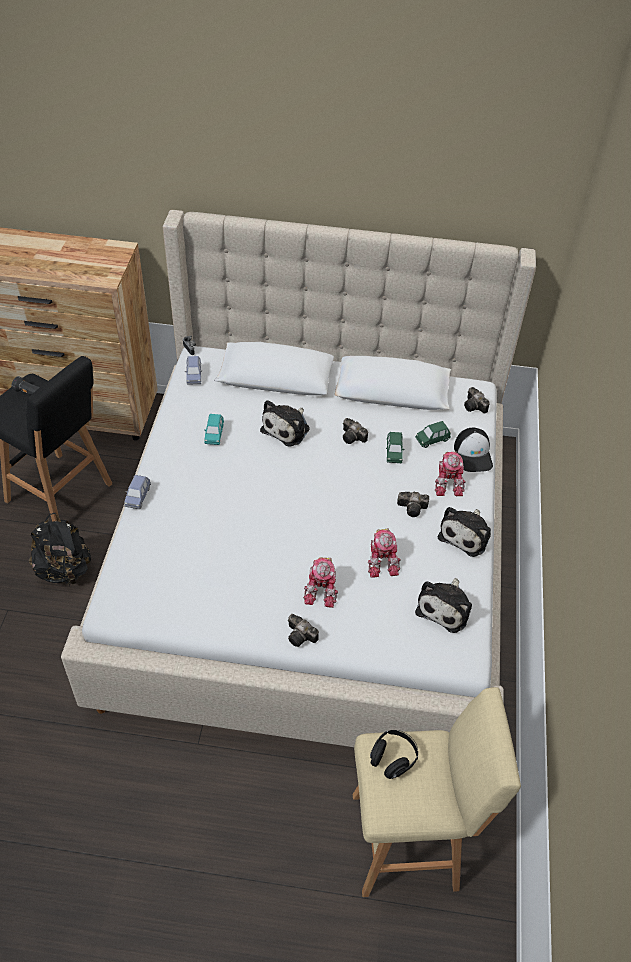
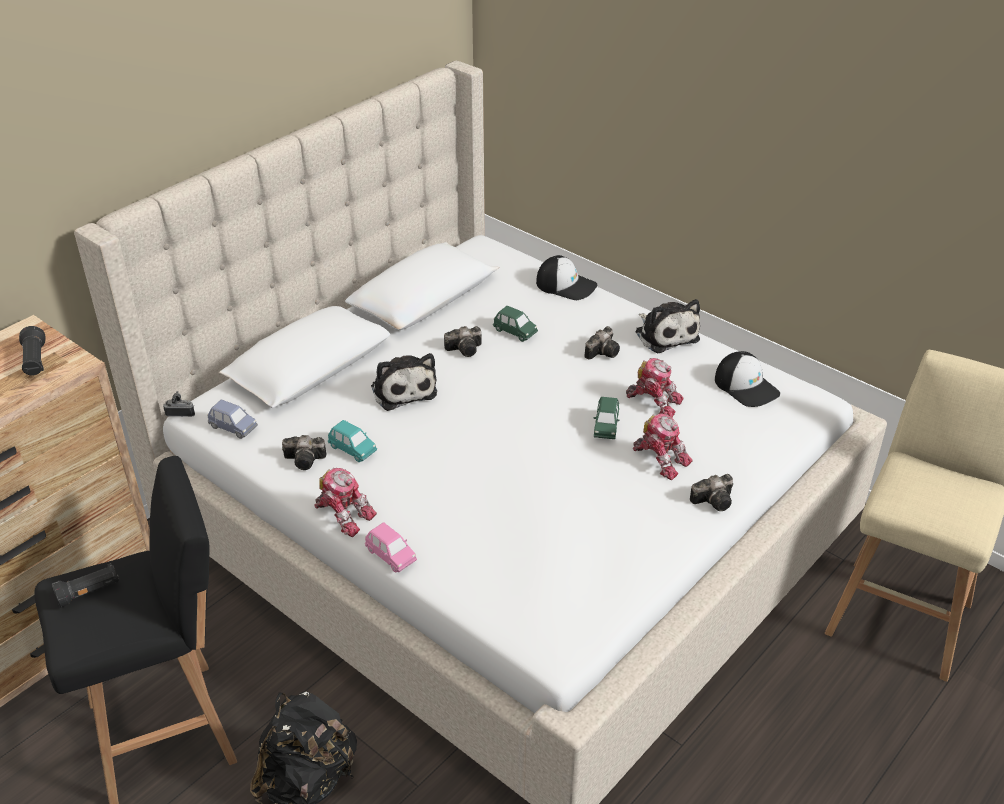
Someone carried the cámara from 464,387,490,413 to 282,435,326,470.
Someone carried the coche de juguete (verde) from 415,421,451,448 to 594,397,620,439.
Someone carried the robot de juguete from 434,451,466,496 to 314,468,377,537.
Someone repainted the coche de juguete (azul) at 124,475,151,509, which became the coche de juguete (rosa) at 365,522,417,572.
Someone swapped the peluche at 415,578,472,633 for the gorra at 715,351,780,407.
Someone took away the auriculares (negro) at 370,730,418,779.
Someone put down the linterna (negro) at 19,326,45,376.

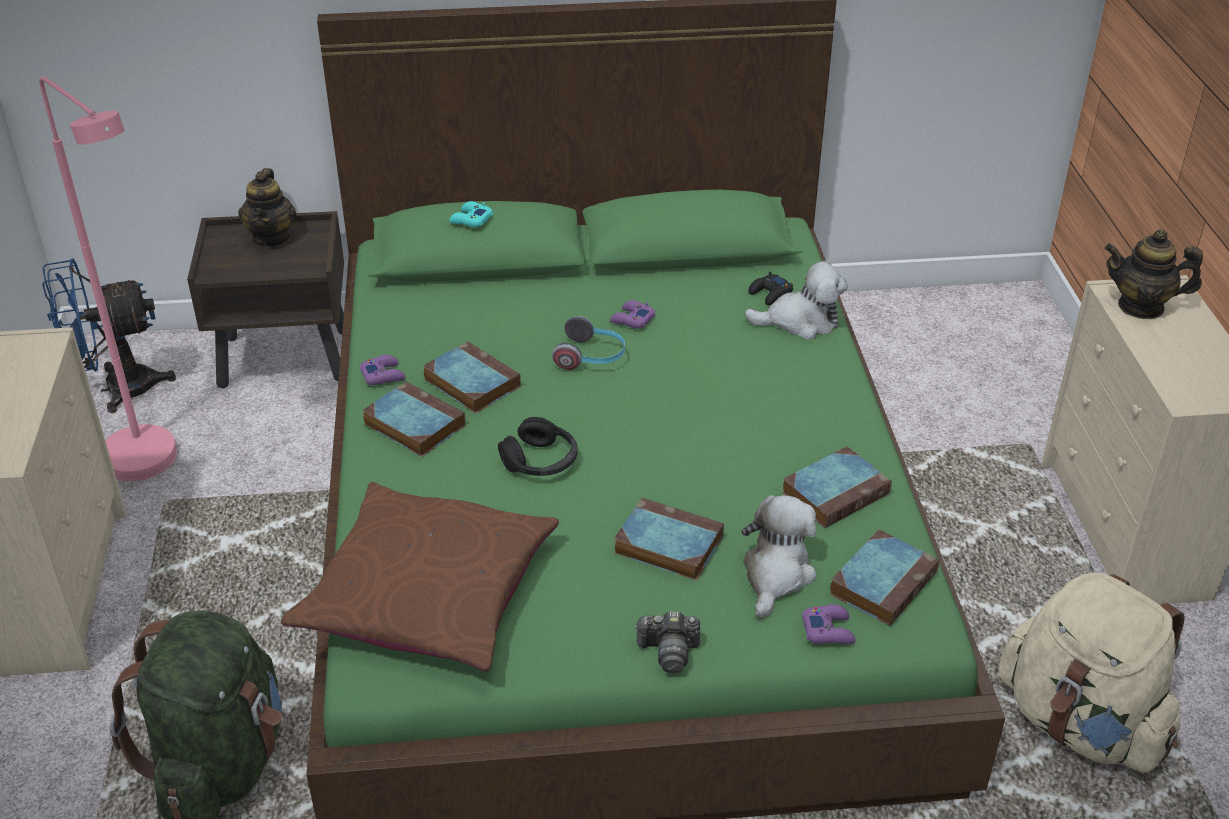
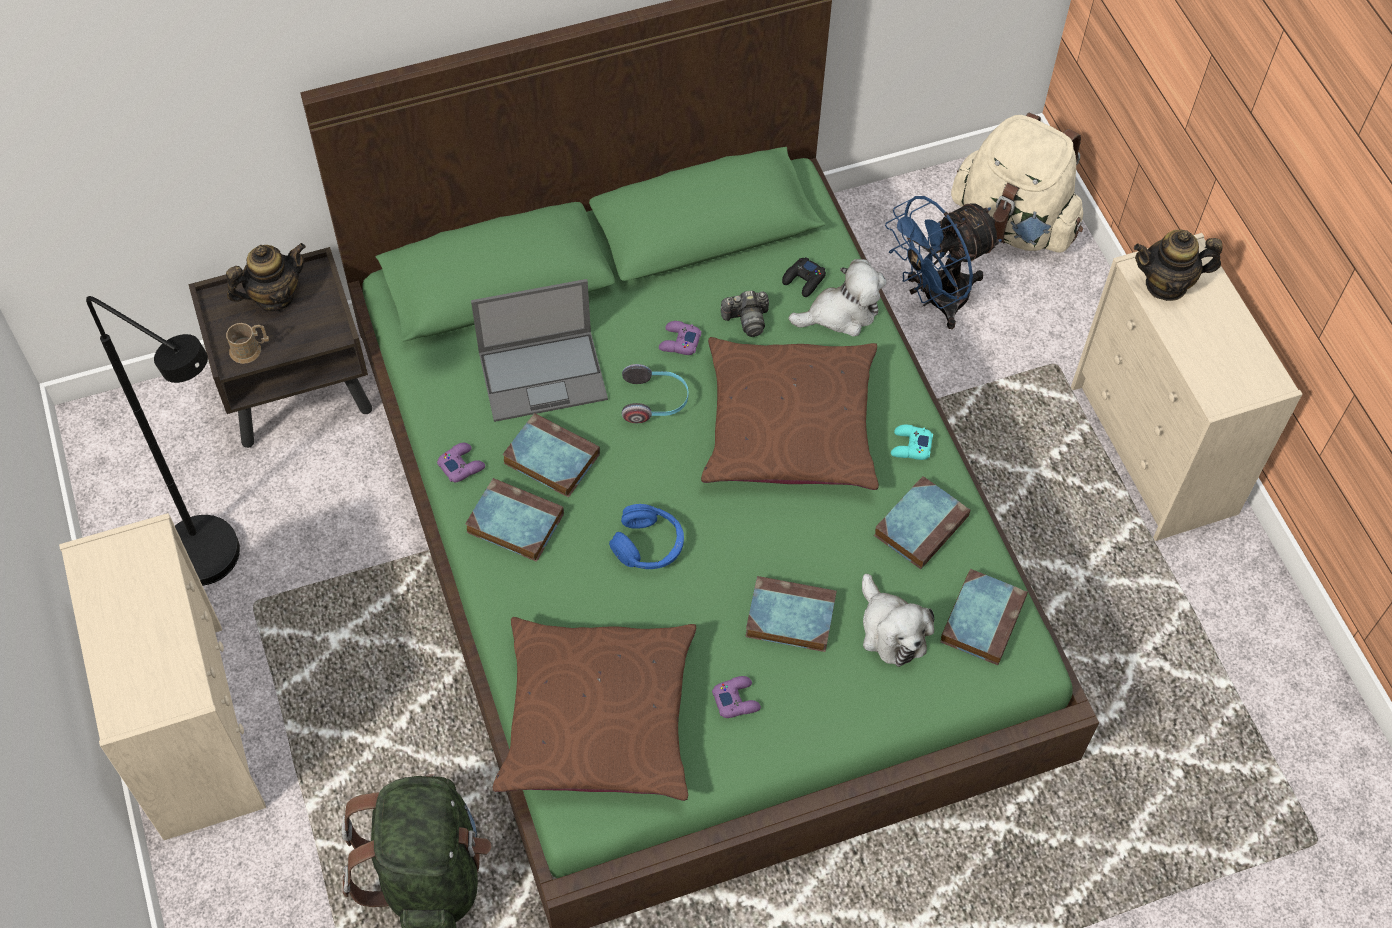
Someone repainted the lámpara de pie (rosa) at 39,77,177,481, which became the lámpara de pie (negro) at 86,296,240,586.
Someone rotated the tetera at 238,168,296,247 by 105 degrees counterclockwise.
Someone carried the mando de consola (turquesa) from 449,201,493,227 to 891,425,933,460.
Someone carried the ventilador (azul) from 42,258,176,413 to 885,196,1002,329.
Someone repainted the auriculares (negro) at 498,417,578,476, which became the auriculares (azul) at 609,504,684,569.
Someone rotated the peluche at 742,495,816,618 by 150 degrees clockwise.
Someone carried the mochila (beis) from 999,572,1185,773 to 951,113,1083,253.
Someone carried the mando de consola (morado) from 802,604,855,644 to 712,676,761,718.
Someone carried the cámara from 635,611,700,673 to 720,290,769,337.
Someone put down the portátil at 471,279,608,422.
Someone put down the taza grande (marrón) at 226,323,269,364.
Someone put down the cojín (marrón) at 701,337,879,490.

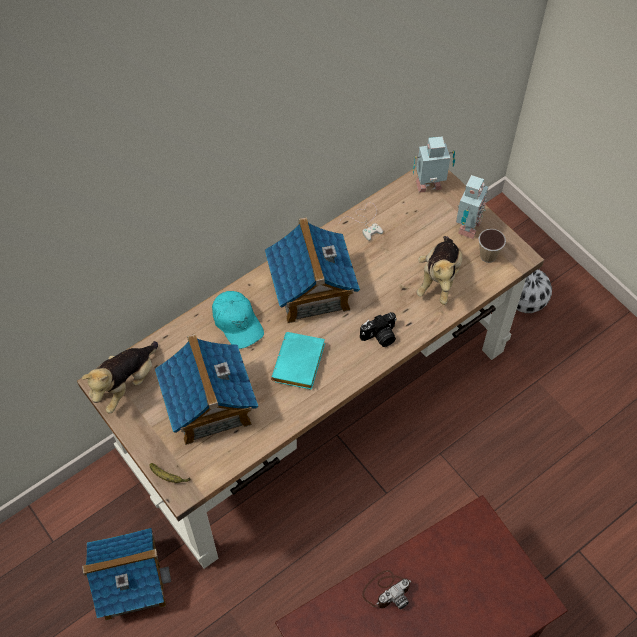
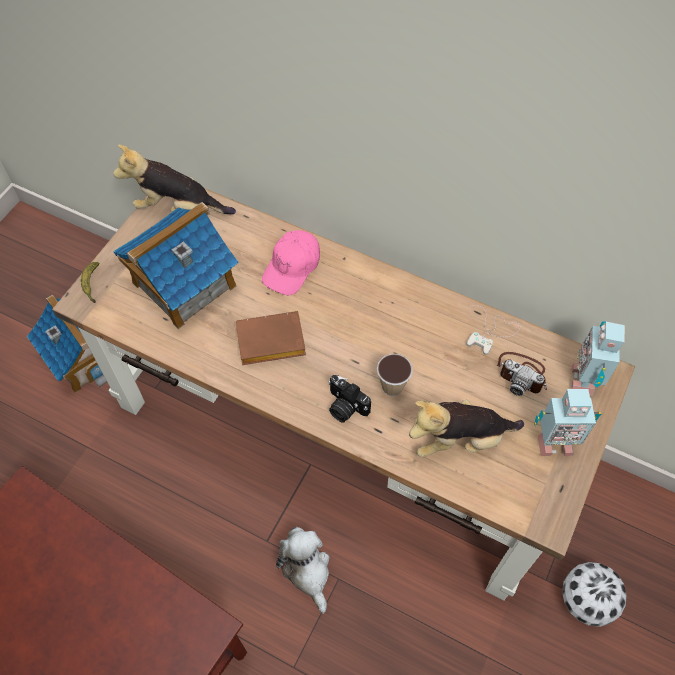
Someone rotated the robot de juguete at 413,136,455,192 by 135 degrees counterclockwise.
Someone took away the casita at 265,217,360,323.
Someone carried the taza from 478,229,506,263 to 377,354,413,396.
Someone repainted the gorra (turquesa) at 212,291,264,349, which became the gorra (rosa) at 262,230,320,295.
Someone repainted the libro (turquesa) at 271,332,325,390, which became the libro (marrón) at 236,311,306,365.
Someone carried the cámara from 362,570,412,610 to 497,352,547,396.
Someone put down the peluche at 276,527,330,614.

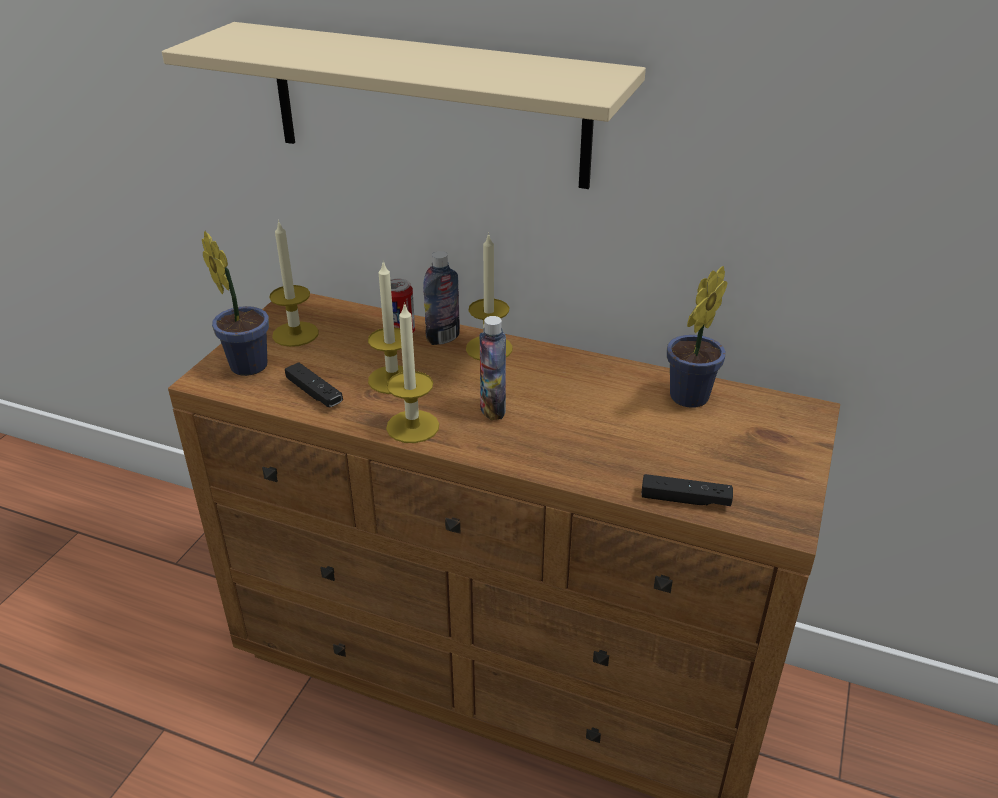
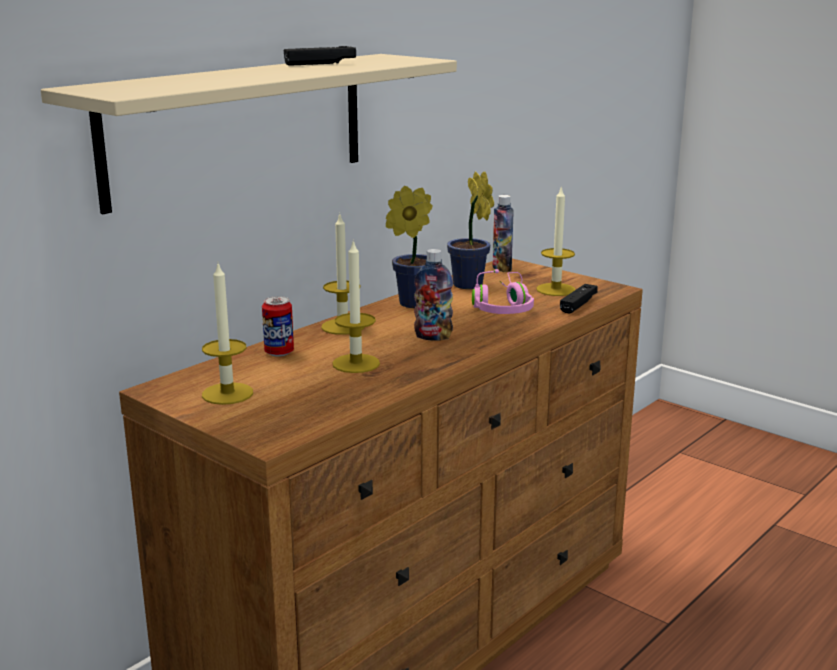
Someone carried the planta en maceta from 202,231,269,376 to 386,186,433,308.
Someone carried the botella from 423,251,460,345 to 492,195,514,272.
Someone carried the vela from 386,302,439,443 to 536,186,576,296.
Someone carried the mando de consola (negro) from 285,362,343,407 to 284,46,356,66.
Someone put down the auriculares (rosa) at 472,269,534,314.

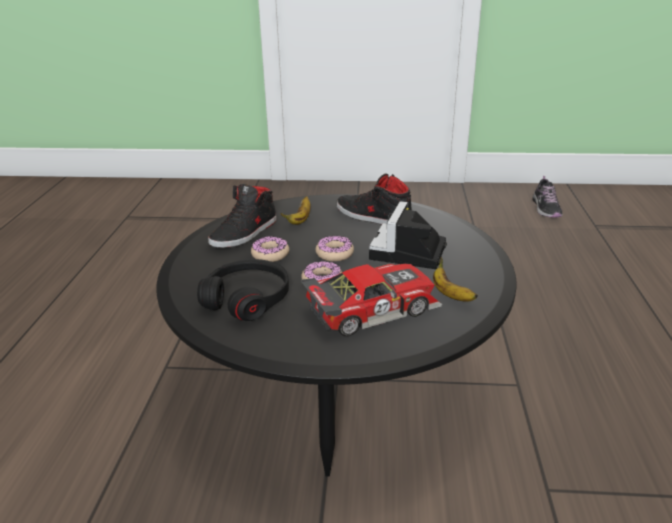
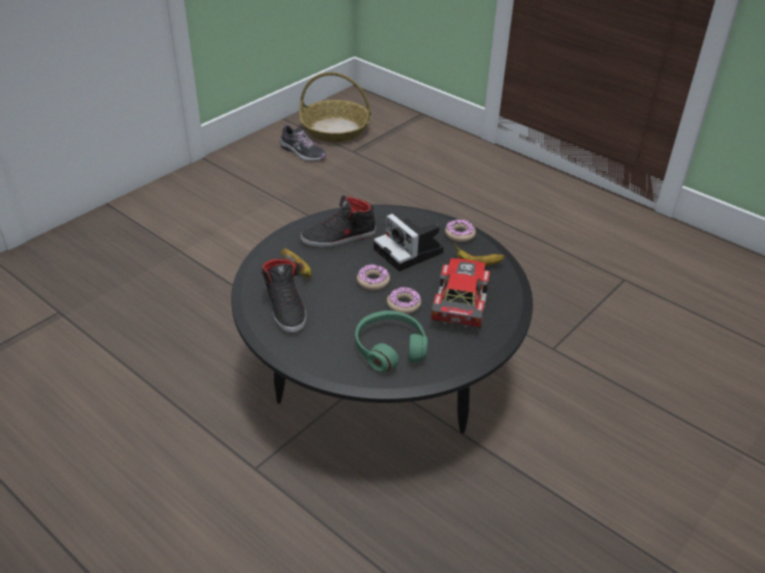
Someone carried the rosquilla from 251,236,289,262 to 445,219,476,242.
Someone repainted the auriculares (negro) at 197,259,289,321, which became the auriculares (verde) at 355,310,428,372.
Someone put down the cesta at 299,72,371,142.

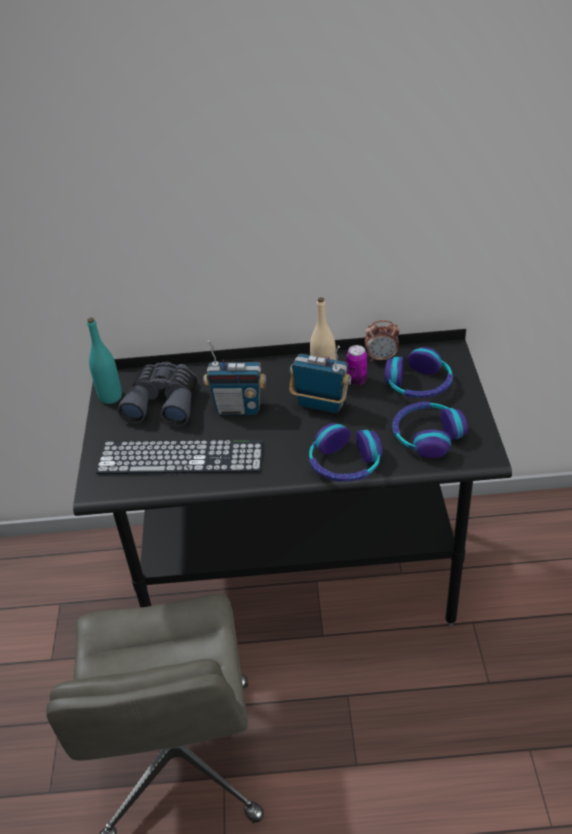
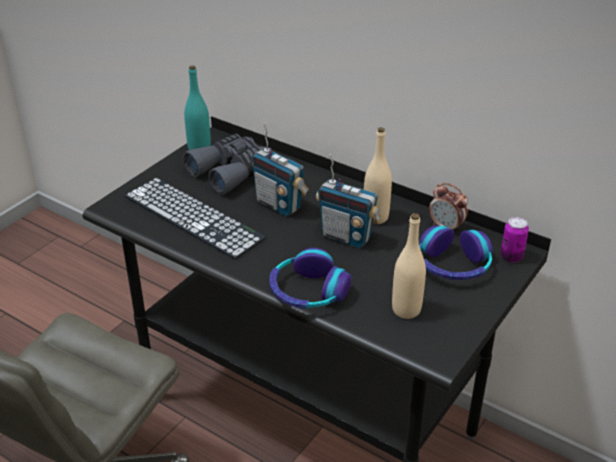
Someone carried the lata from 346,345,367,385 to 500,217,529,262.
Someone rotated the radio at 289,346,351,413 by 150 degrees clockwise.
Someone swapped the auriculares at 392,401,468,458 for the botella (beis) at 392,213,426,319.

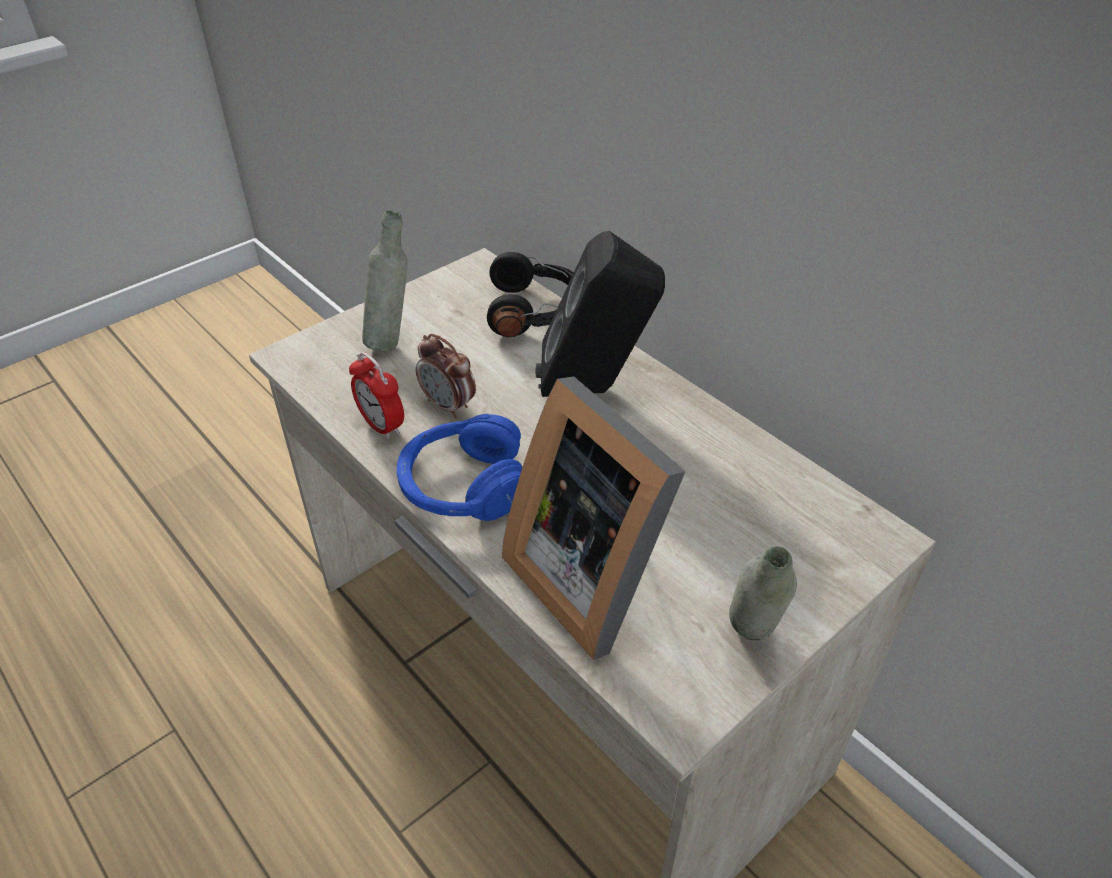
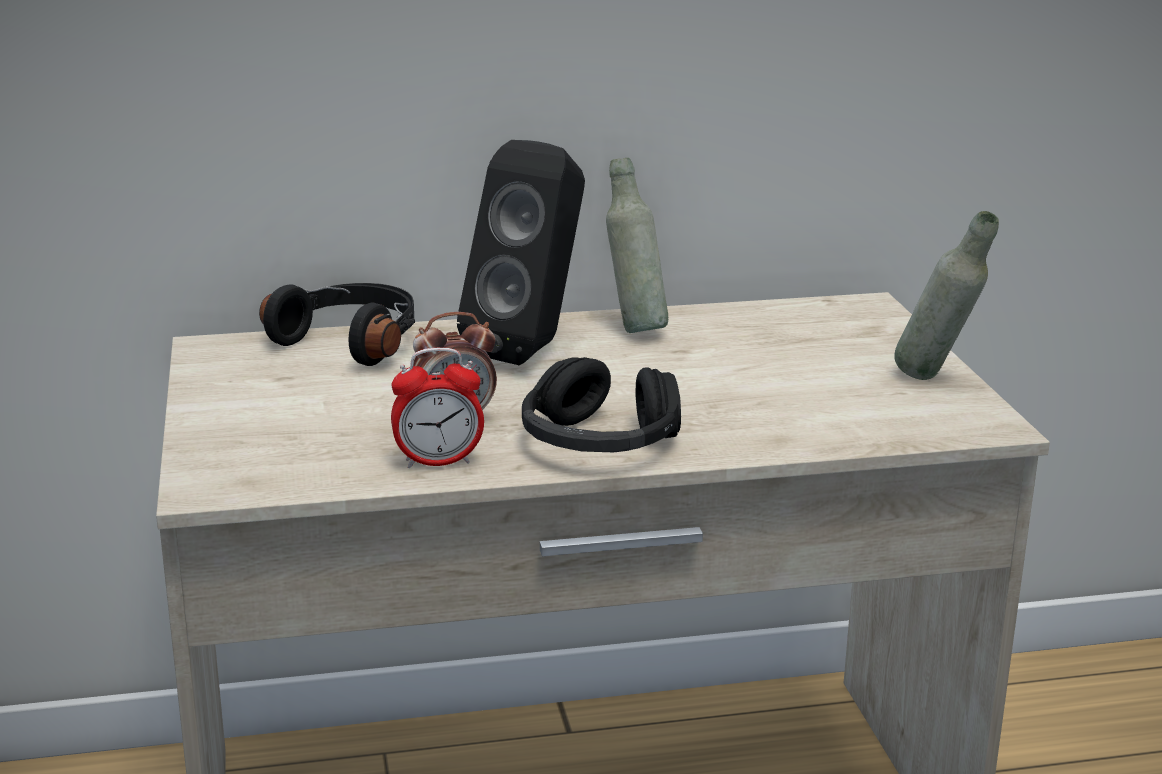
Someone carried the botella (gris) from 362,211,408,352 to 606,158,668,333.
Someone took away the portarretratos at 502,377,686,660.
Someone repainted the auriculares (azul) at 397,414,522,521, which became the auriculares (negro) at 522,357,681,452.

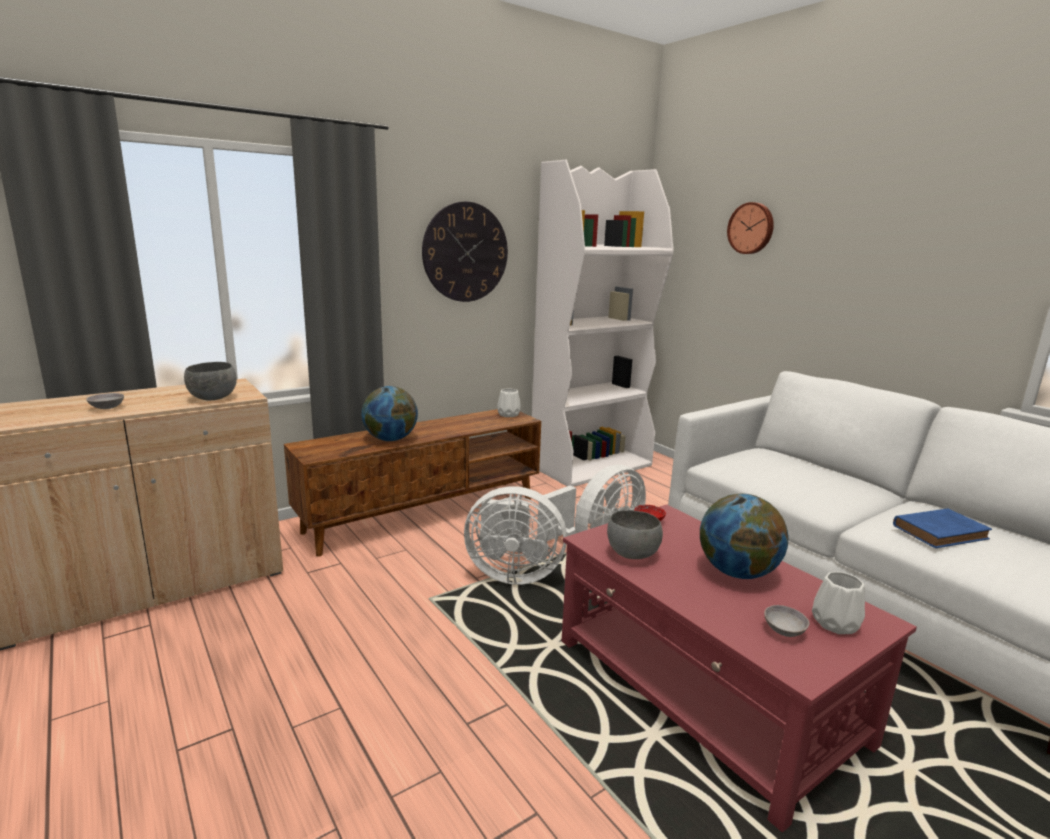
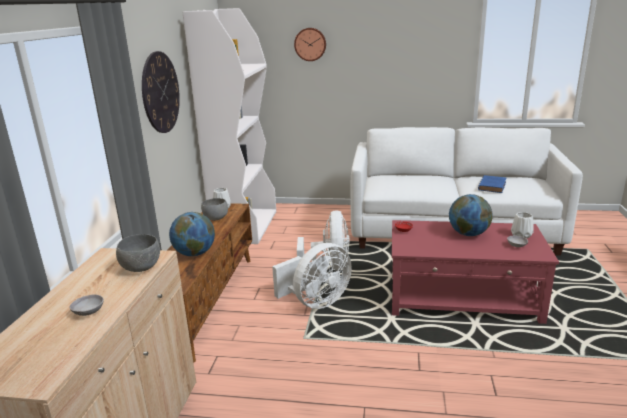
Someone carried the cuenco (gris) from 607,510,663,559 to 201,198,228,221.

